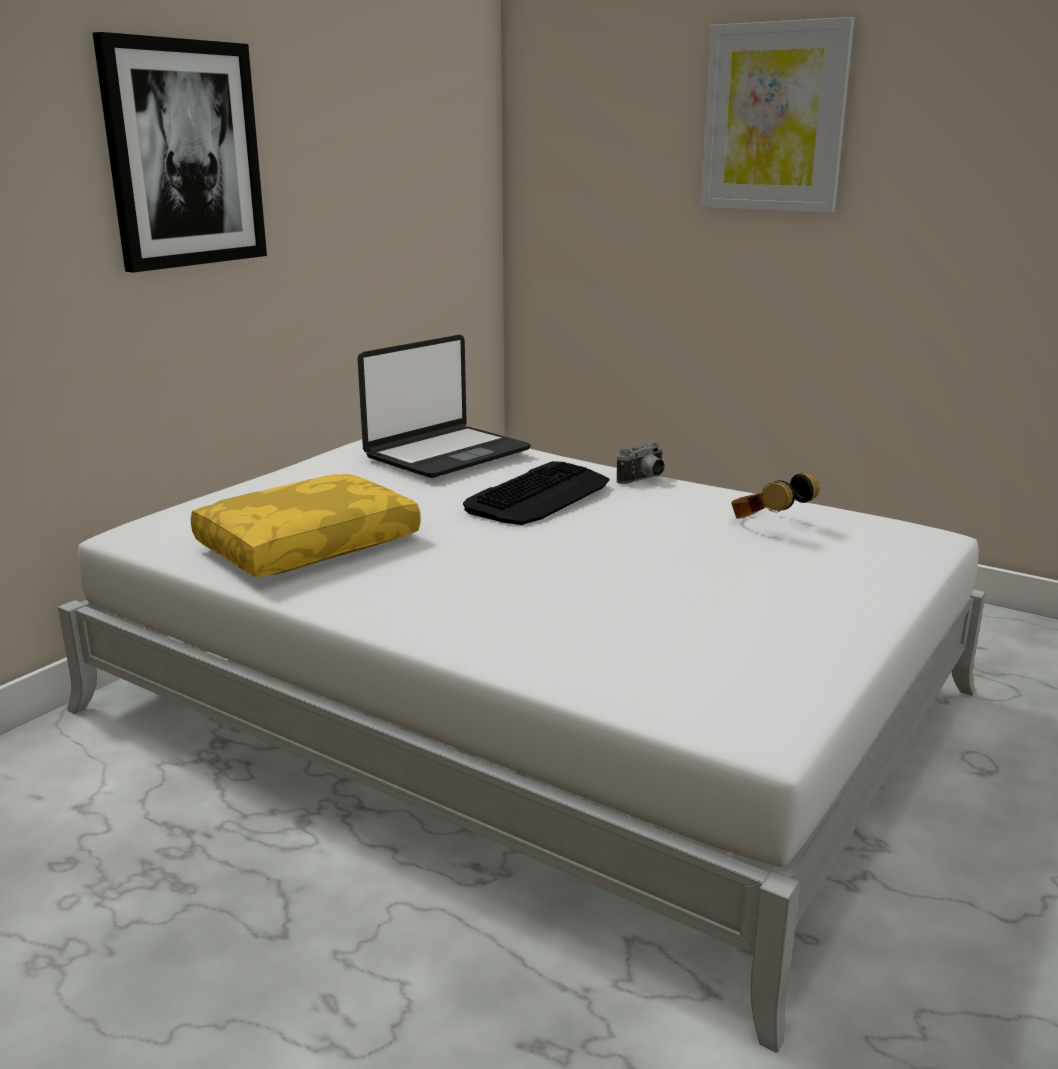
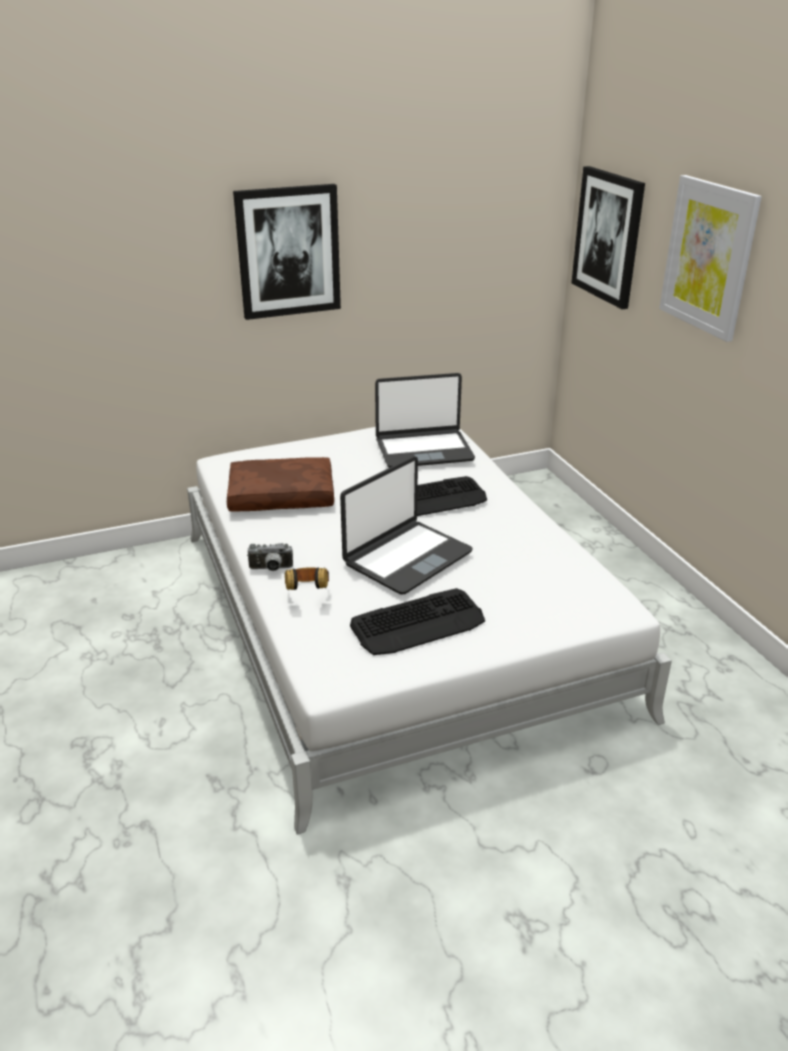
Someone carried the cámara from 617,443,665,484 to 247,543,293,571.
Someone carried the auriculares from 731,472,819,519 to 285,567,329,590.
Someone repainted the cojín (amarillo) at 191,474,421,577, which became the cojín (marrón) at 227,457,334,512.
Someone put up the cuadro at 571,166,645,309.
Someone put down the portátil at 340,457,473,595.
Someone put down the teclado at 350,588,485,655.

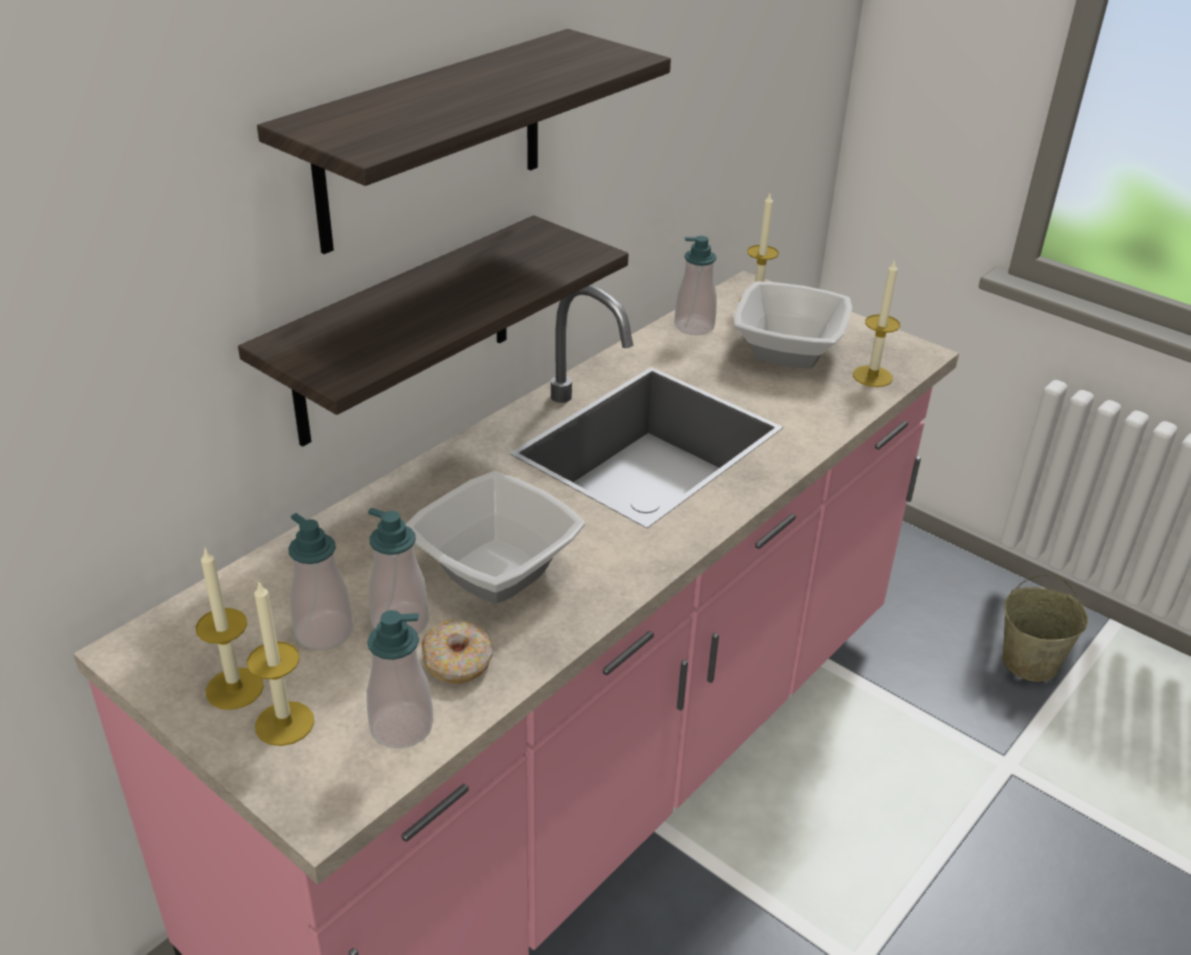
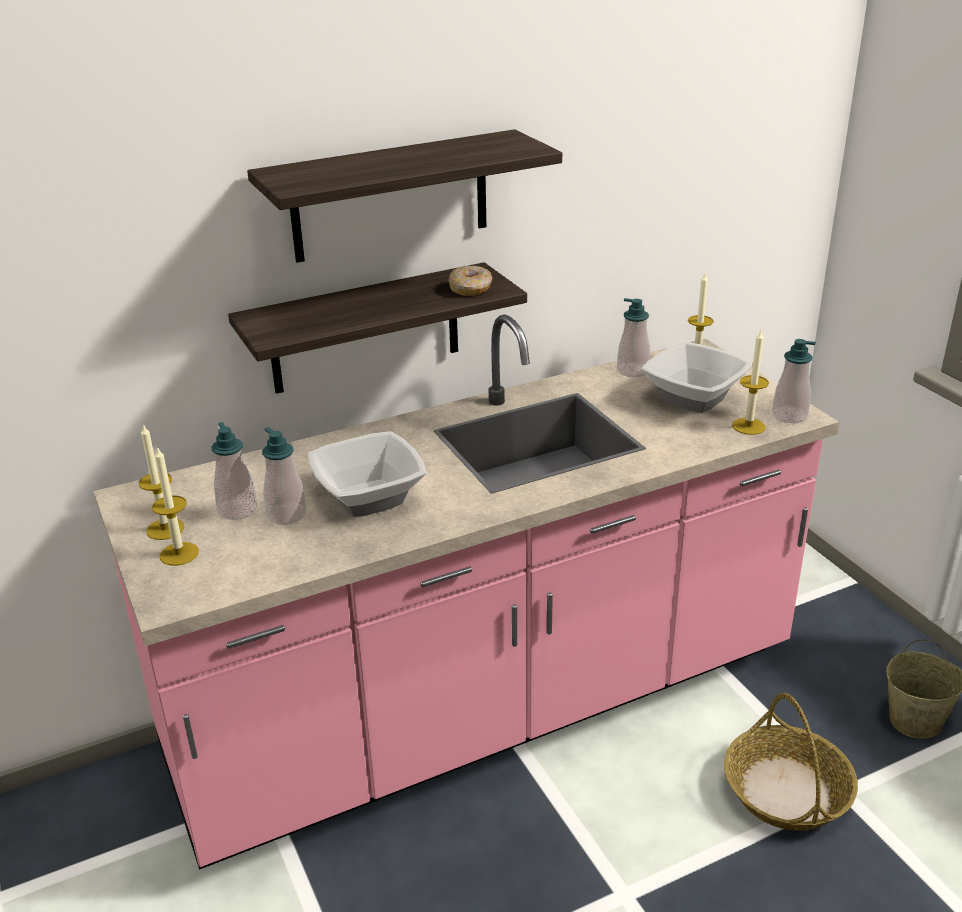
Someone carried the dispensador de jabón from 367,610,434,748 to 772,339,816,423.
Someone carried the rosquilla from 422,619,493,684 to 449,266,492,296.
Someone put down the cesta at 724,693,858,831.

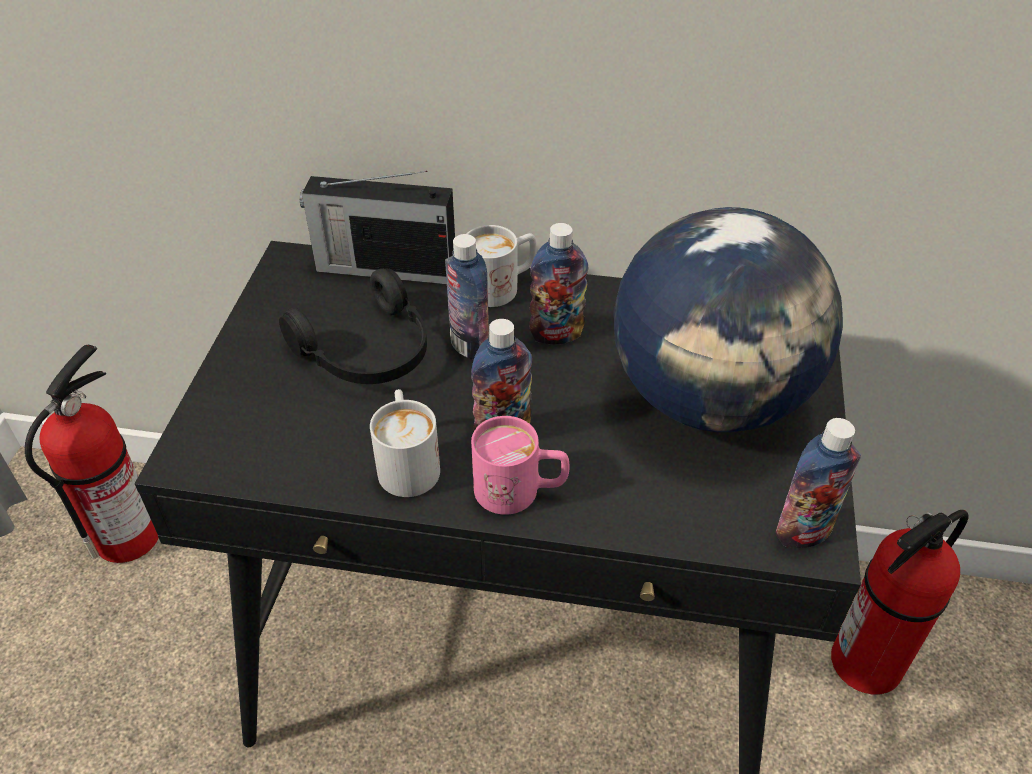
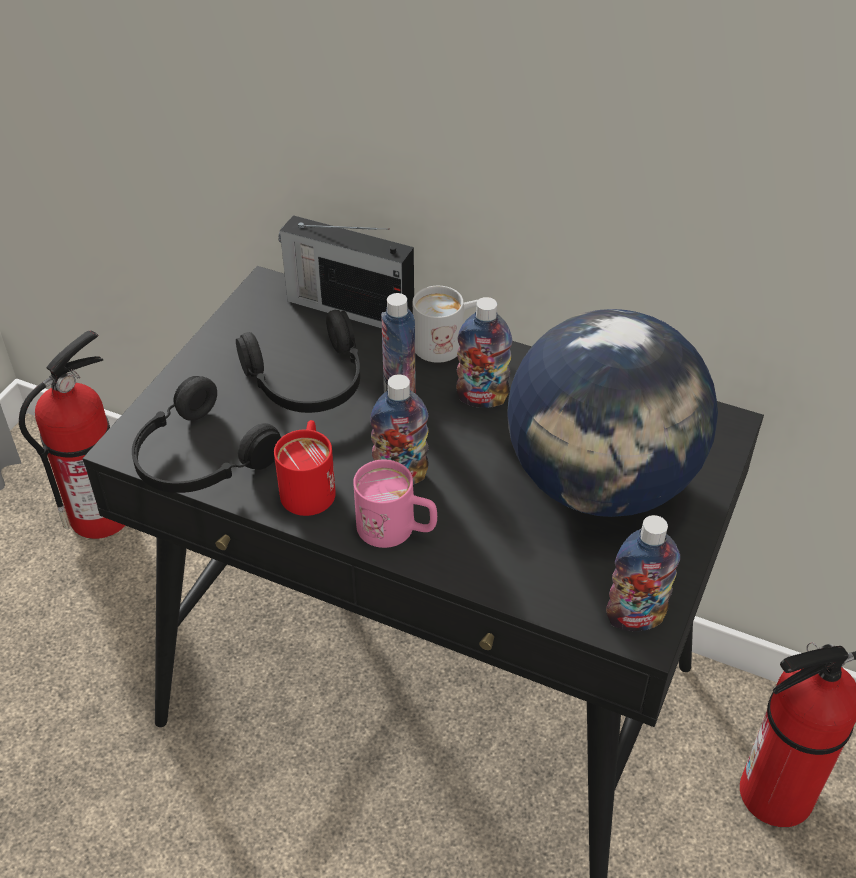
Someone repainted the taza grande (blanco) at 370,389,440,497, which became the taza grande (rojo) at 274,420,336,516.
Someone put down the auriculares (negro) at 132,376,281,493.

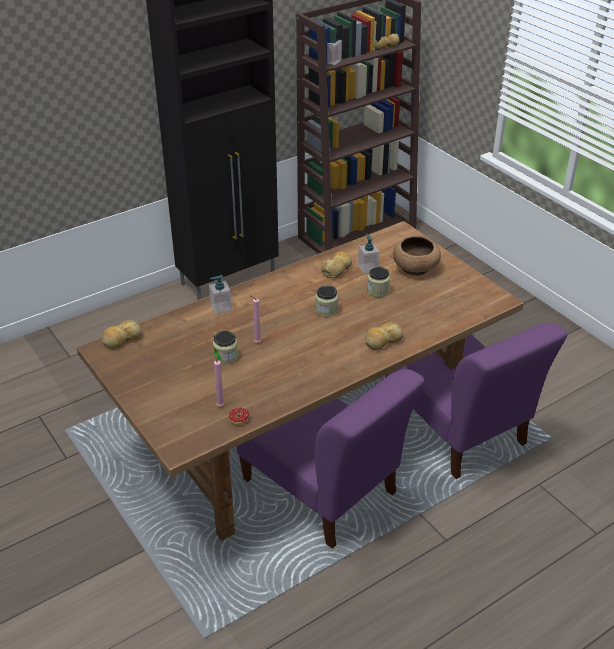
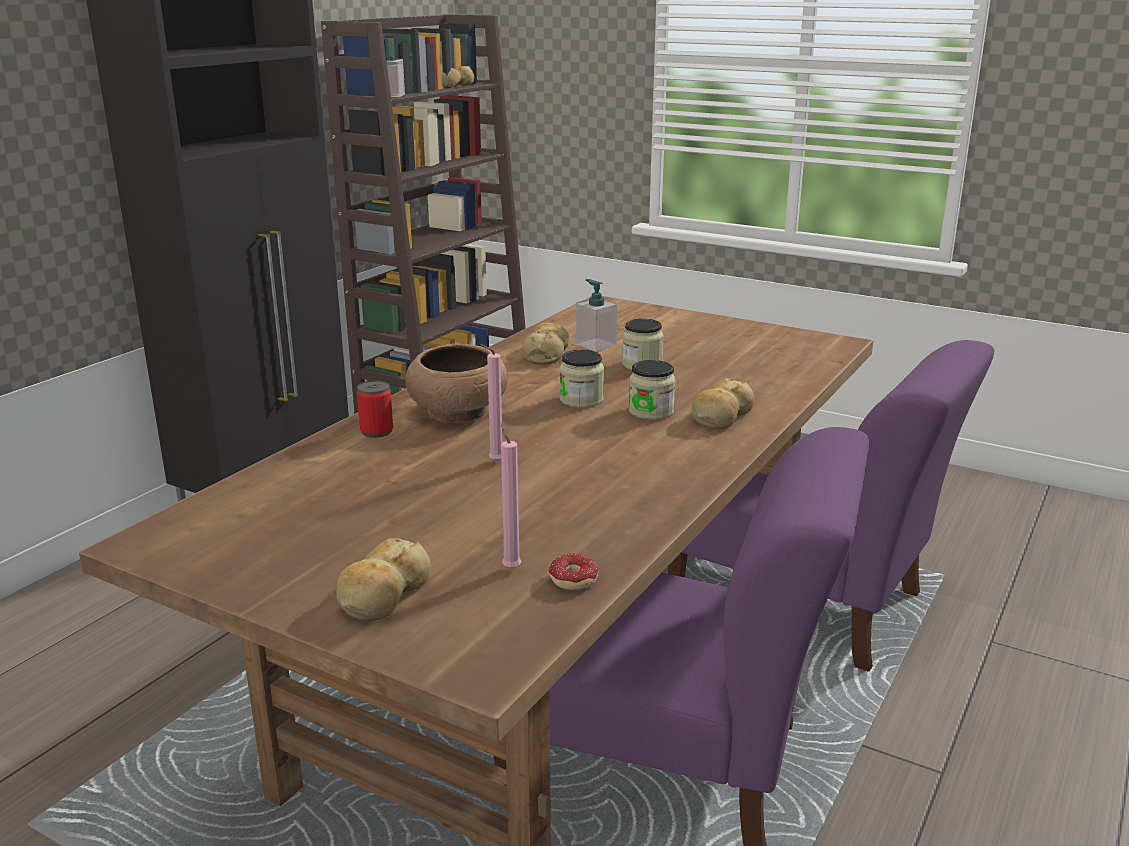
Someone carried the cuenco (marrón) from 393,236,441,276 to 406,344,508,423.
Someone swapped the dispensador de jabón at 209,275,232,314 for the lata at 357,381,393,438.
Someone carried the pan from 102,319,142,349 to 336,537,431,620.
Someone carried the tarro from 213,331,238,364 to 629,360,675,420.

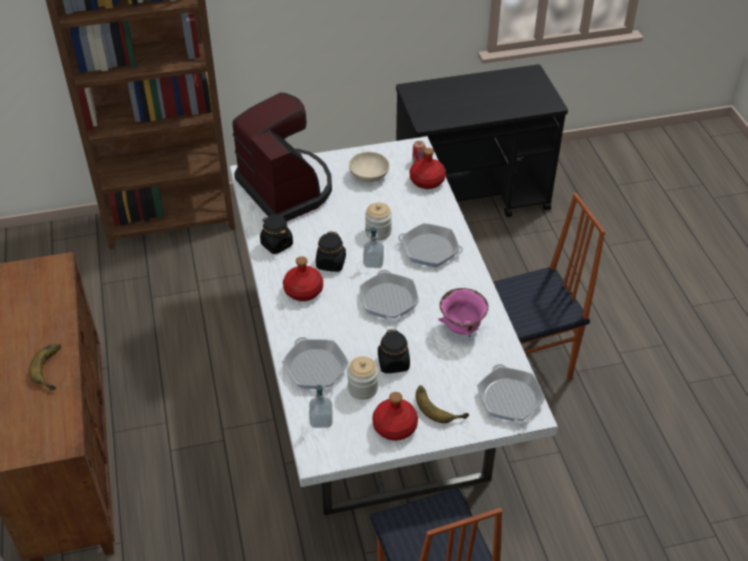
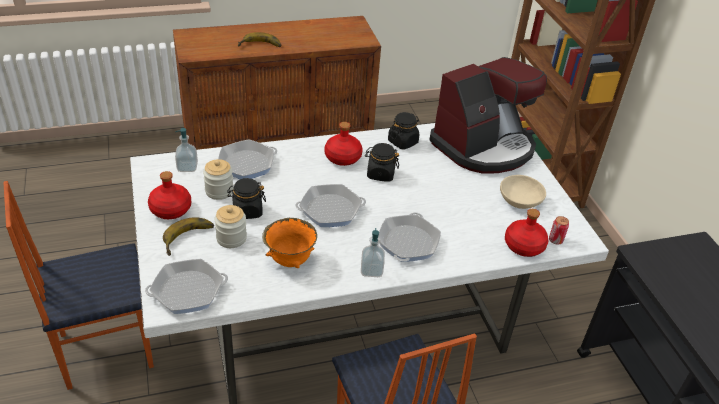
Someone carried the tarro from 365,202,392,240 to 214,205,247,248.
Someone carried the dispensador de jabón from 363,227,384,268 to 361,228,385,277.
Someone repainted the cuenco (rosa) at 438,288,489,337, which became the cuenco (naranja) at 262,218,317,268.

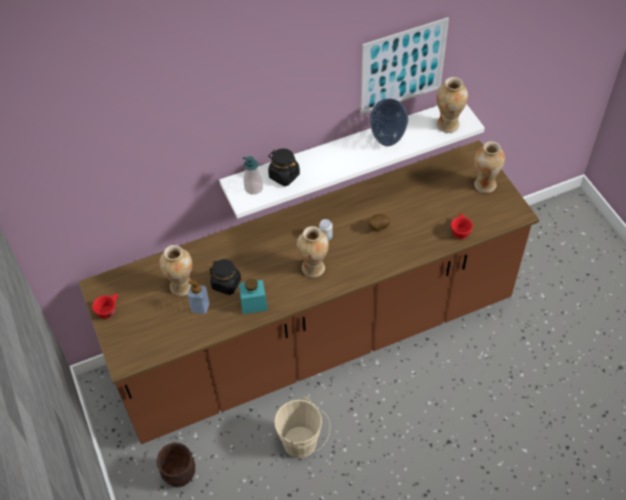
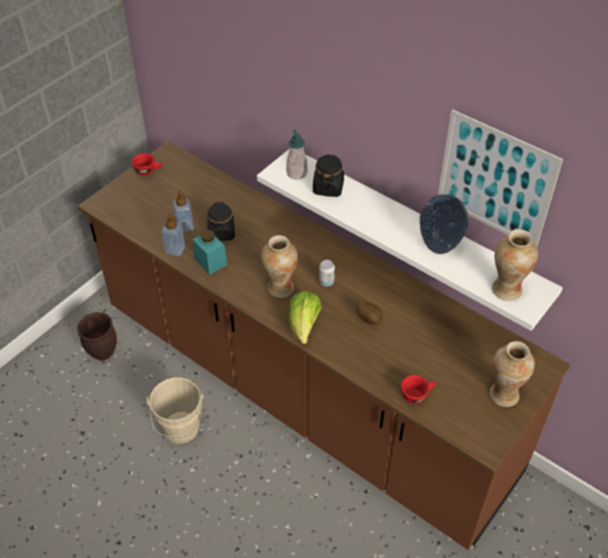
Someone took away the florero at 159,245,192,296.
Someone put down the dispensador de jabón at 161,215,185,256.
Someone put down the lechuga at 289,291,322,344.

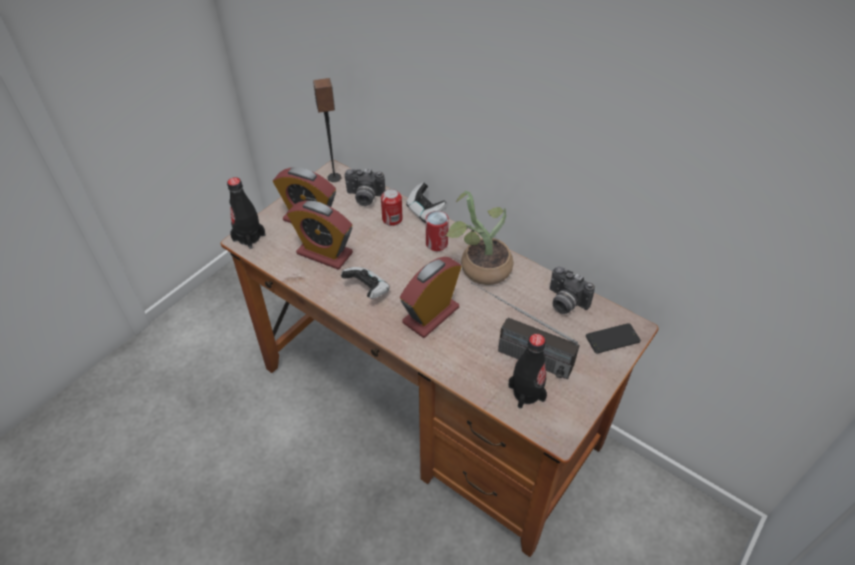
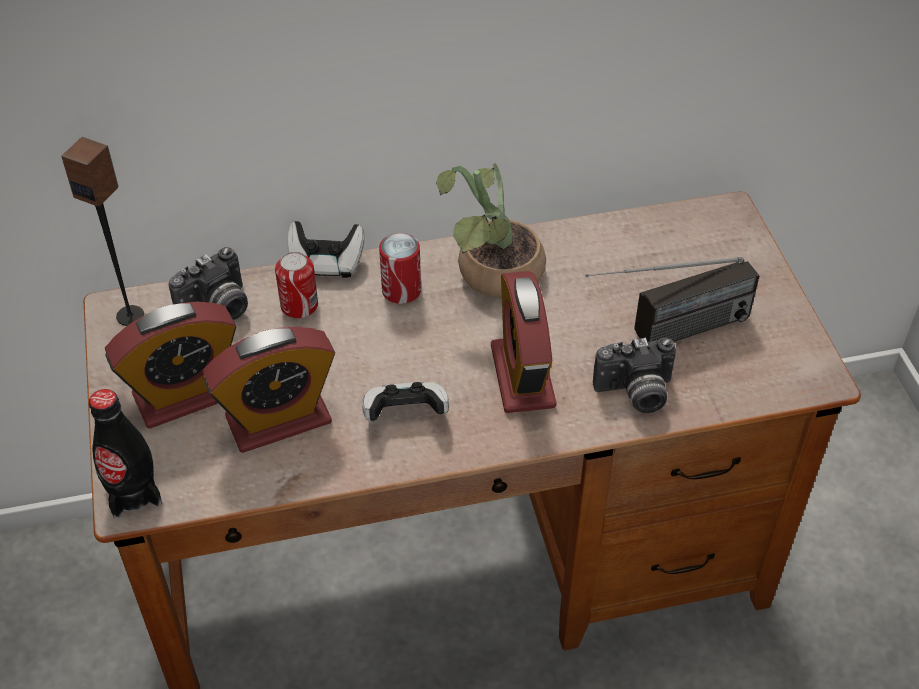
Someone carried the cámara from 550,267,595,314 to 593,337,676,413.
Someone took away the móvil at 586,323,641,354.
Someone took away the botella (negro) at 508,334,547,409.

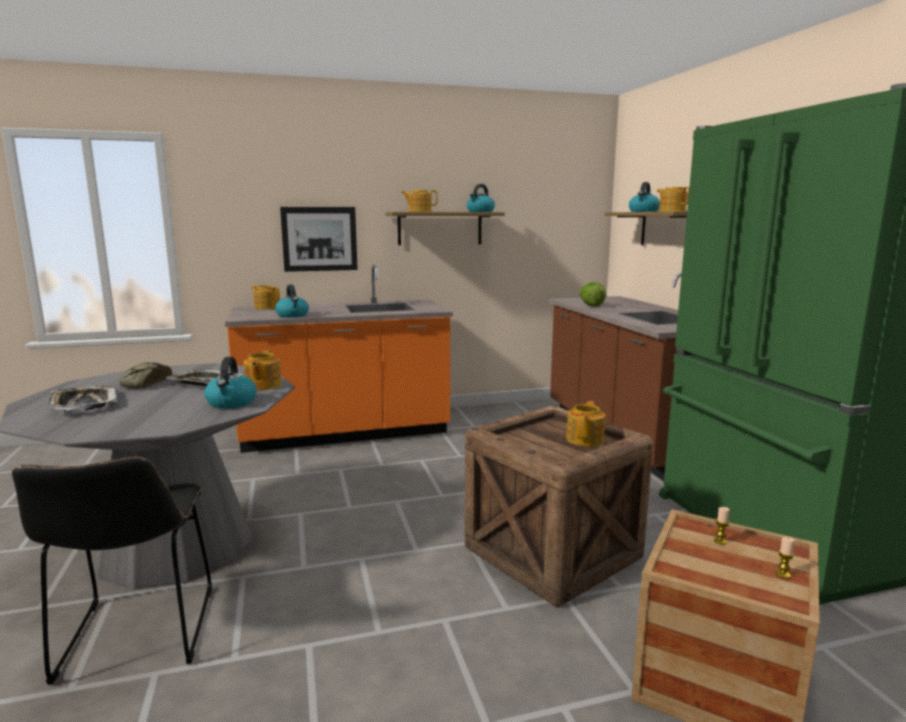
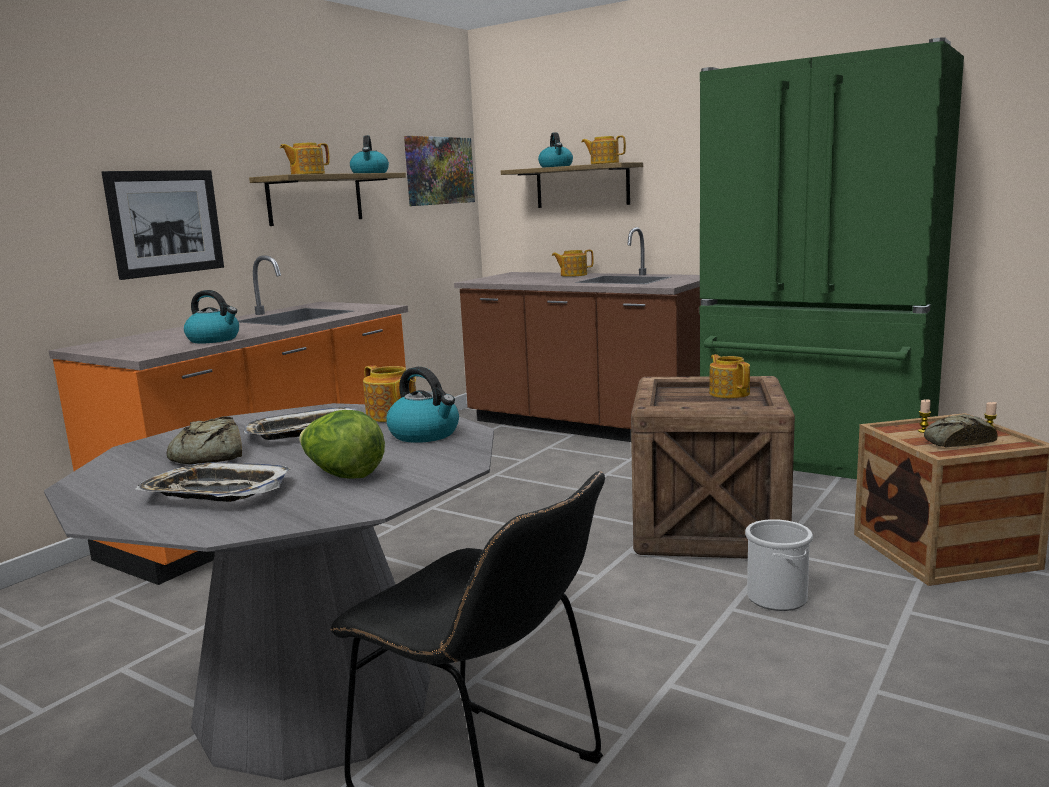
Someone carried the lechuga from 580,282,606,307 to 299,410,385,478.
Someone carried the tetera from 251,286,280,309 to 552,250,594,277.
Someone put up the cuadro at 404,136,475,206.
Someone put down the pan at 924,414,998,448.
Someone put down the cubo at 745,519,813,611.

